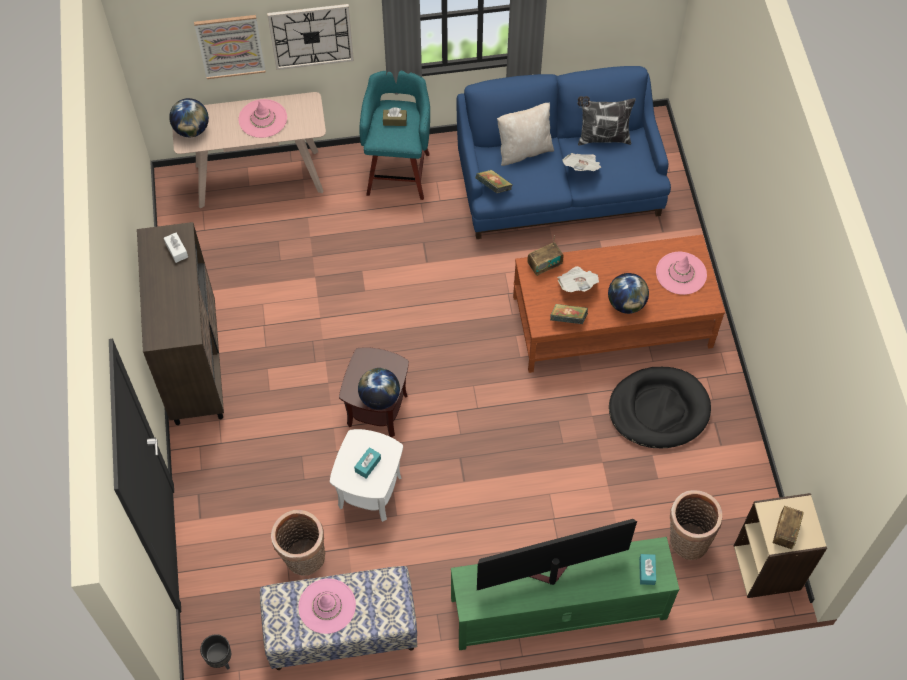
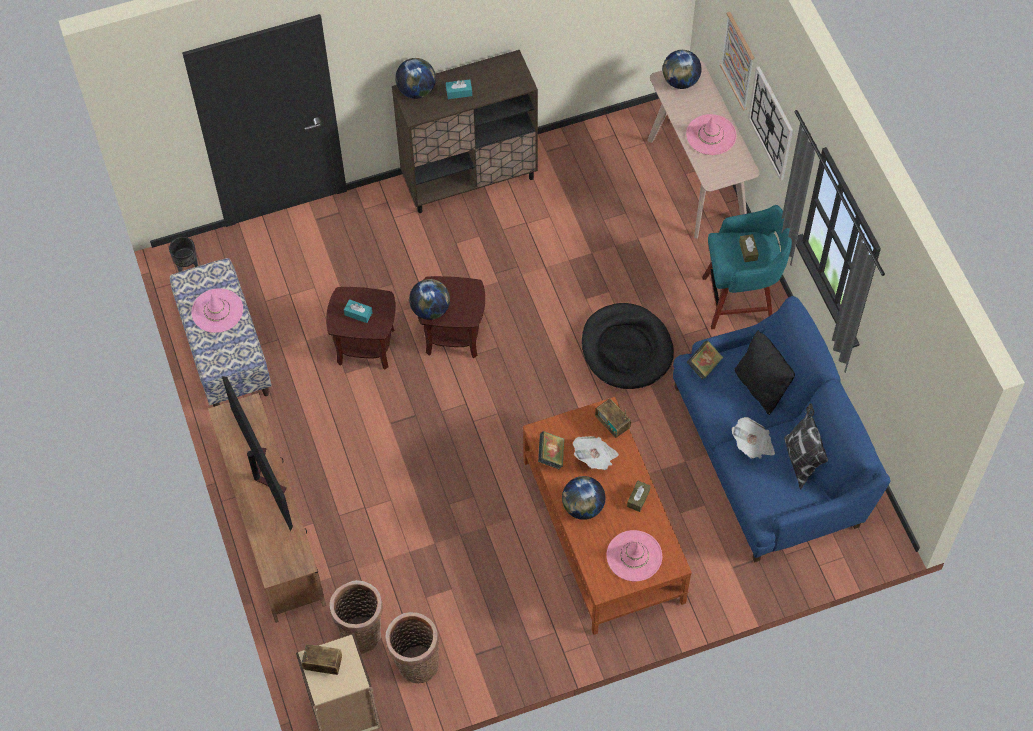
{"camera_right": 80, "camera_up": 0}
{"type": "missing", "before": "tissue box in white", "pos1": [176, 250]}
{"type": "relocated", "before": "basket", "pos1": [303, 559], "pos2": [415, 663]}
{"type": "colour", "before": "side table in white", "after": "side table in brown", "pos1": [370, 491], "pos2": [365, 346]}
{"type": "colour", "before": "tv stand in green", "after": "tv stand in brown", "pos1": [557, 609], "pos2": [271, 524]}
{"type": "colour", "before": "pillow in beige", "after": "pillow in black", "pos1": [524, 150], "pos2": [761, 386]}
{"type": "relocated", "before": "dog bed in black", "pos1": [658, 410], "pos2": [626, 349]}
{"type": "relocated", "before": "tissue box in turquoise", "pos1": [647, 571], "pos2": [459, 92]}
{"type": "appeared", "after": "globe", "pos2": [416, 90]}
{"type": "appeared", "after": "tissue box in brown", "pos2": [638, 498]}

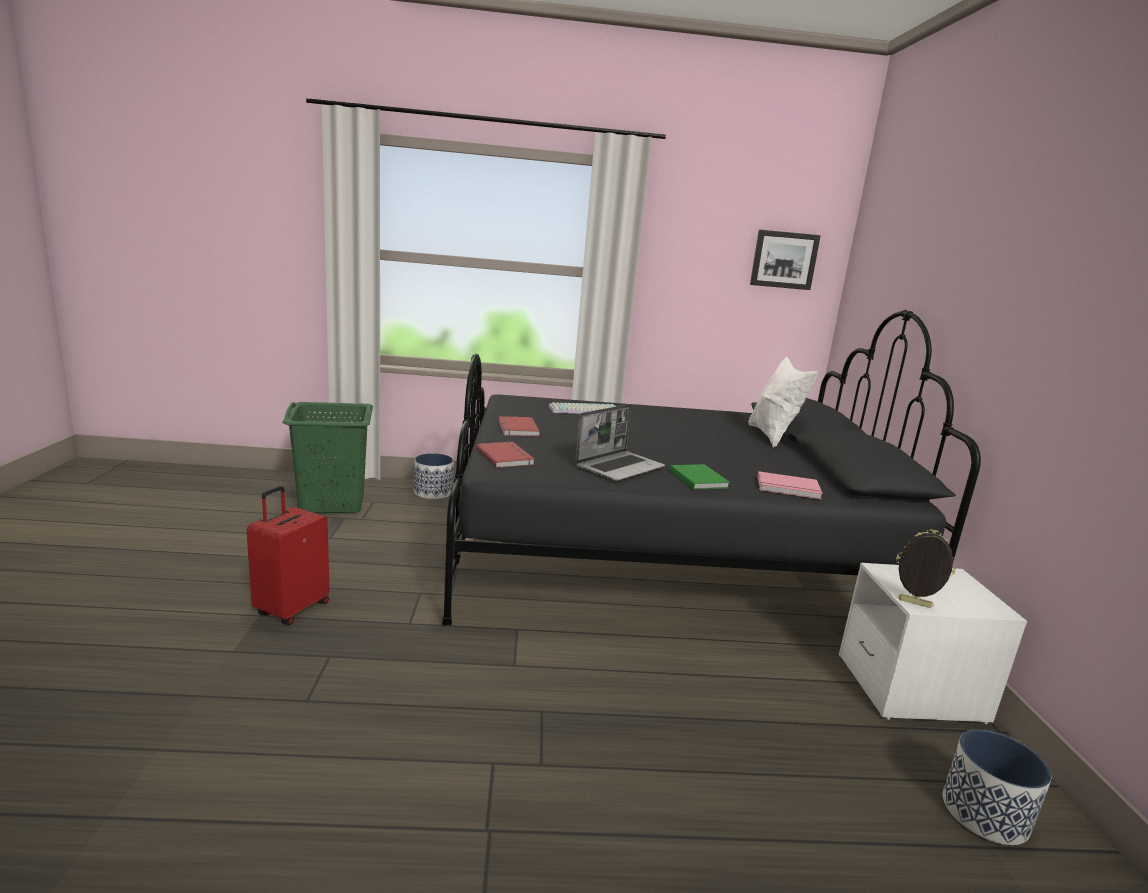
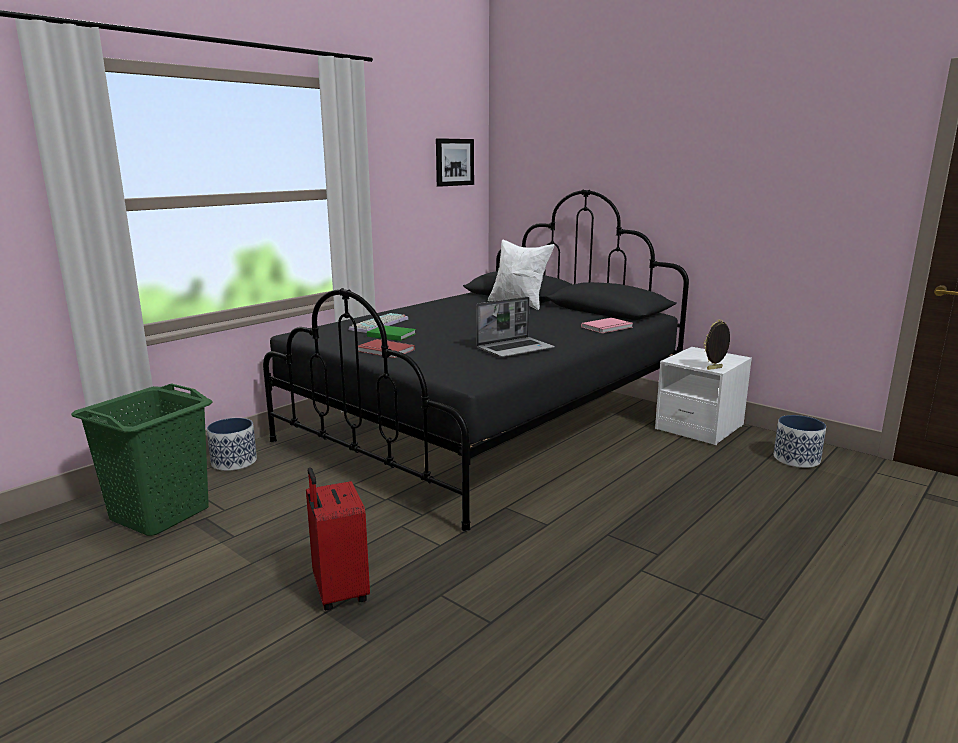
{"camera_right": -45, "camera_up": 0}
{"type": "missing", "before": "book in red", "pos1": [506, 457]}
{"type": "spun", "before": "laptop", "pos1": [620, 467], "pos2": [515, 349], "turn": 60}
{"type": "relocated", "before": "book in green", "pos1": [698, 479], "pos2": [391, 335]}

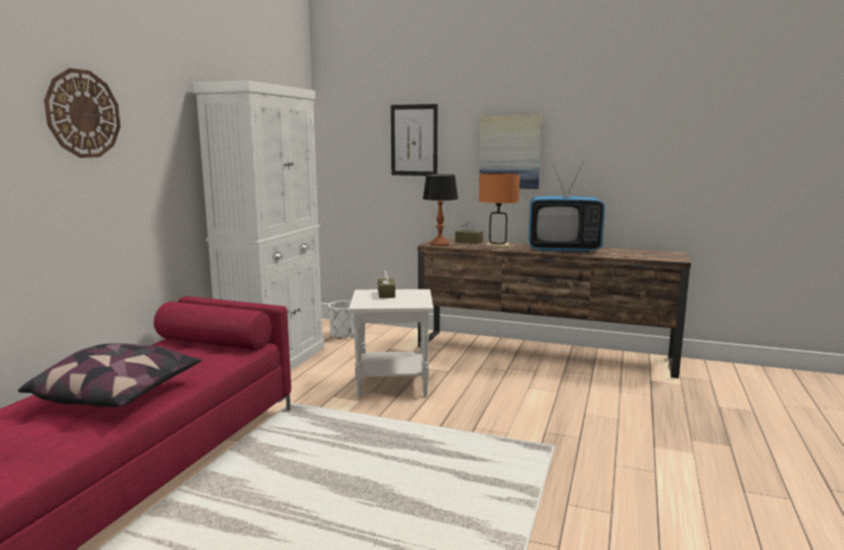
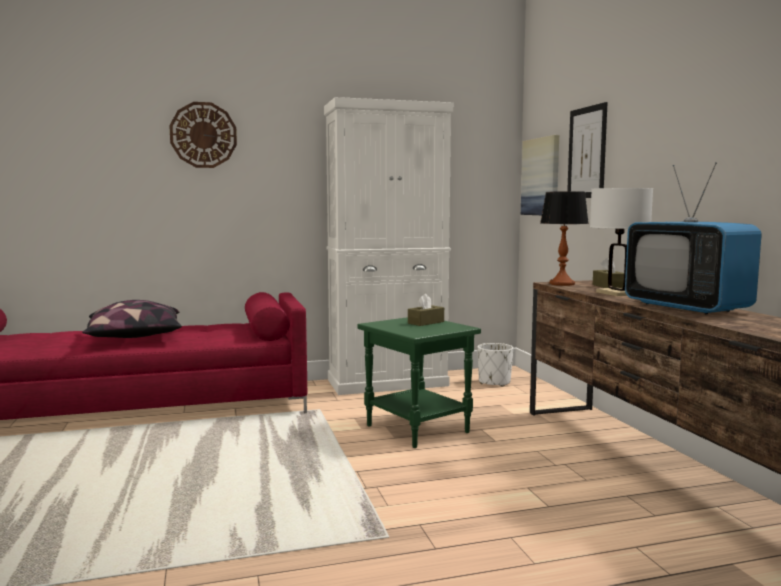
{"camera_right": 55, "camera_up": -5}
{"type": "colour", "before": "side table in white", "after": "side table in green", "pos1": [393, 384], "pos2": [419, 429]}
{"type": "relocated", "before": "picture", "pos1": [510, 152], "pos2": [541, 177]}
{"type": "colour", "before": "table lamp in orange", "after": "table lamp in white", "pos1": [497, 246], "pos2": [617, 293]}

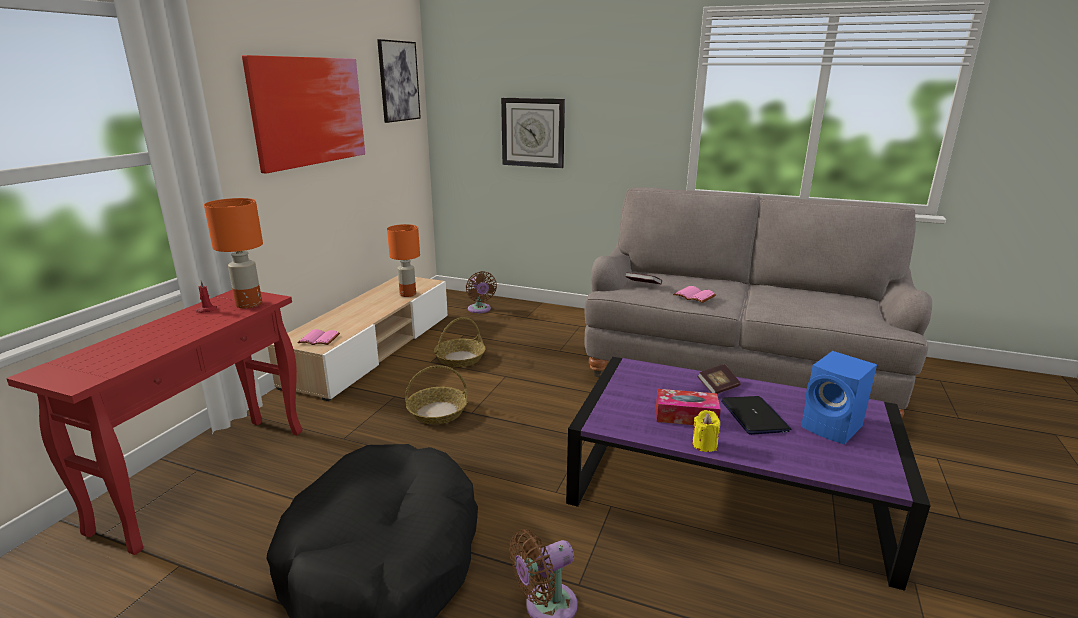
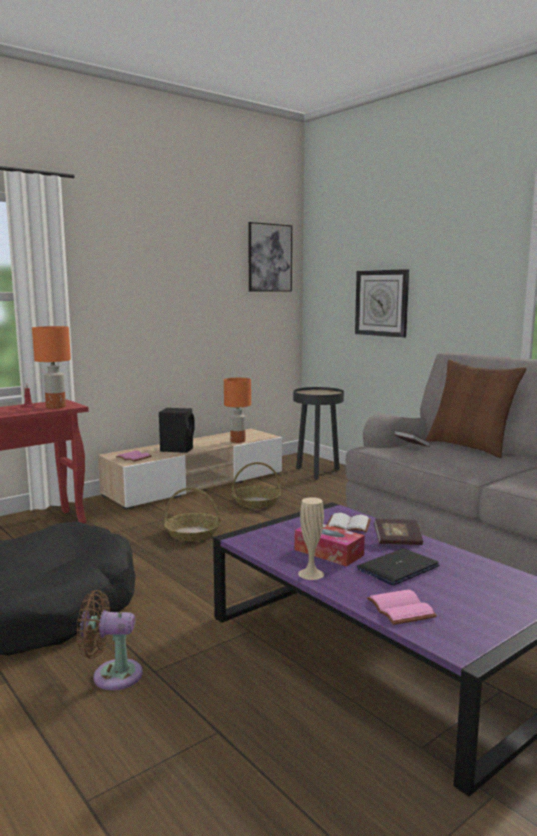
{"camera_right": 30, "camera_up": -10}
{"type": "missing", "before": "picture", "pos1": [309, 111]}
{"type": "exchanged", "before": "fan in brown", "after": "side table in black", "pos1": [480, 310], "pos2": [317, 472]}
{"type": "relocated", "before": "book in pink", "pos1": [693, 296], "pos2": [398, 609]}
{"type": "exchanged", "before": "candle in yellow", "after": "vase in beige", "pos1": [704, 445], "pos2": [311, 574]}
{"type": "spun", "before": "laptop", "pos1": [754, 416], "pos2": [398, 568], "turn": -150}
{"type": "missing", "before": "speaker in blue", "pos1": [833, 428]}
{"type": "appeared", "after": "speaker in black", "pos2": [177, 449]}
{"type": "appeared", "after": "book in white", "pos2": [347, 525]}
{"type": "appeared", "after": "pillow in brown", "pos2": [469, 447]}

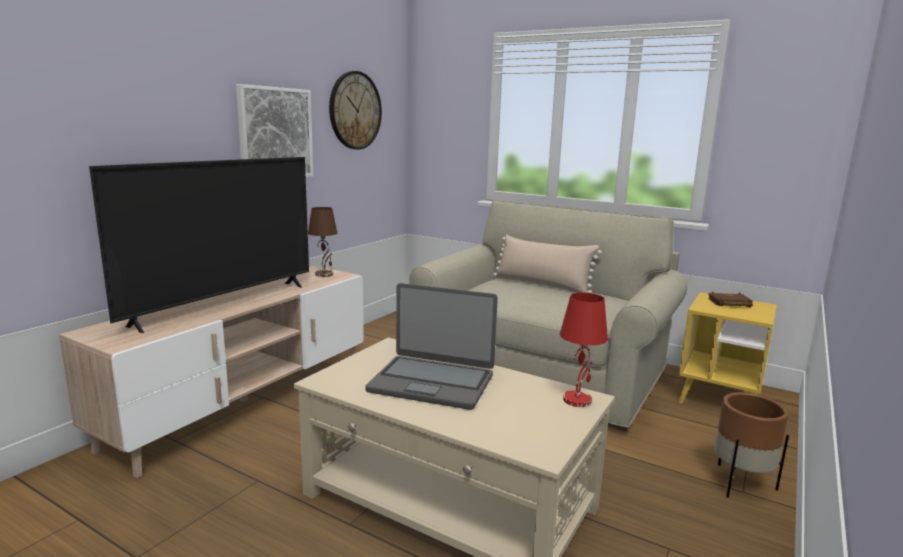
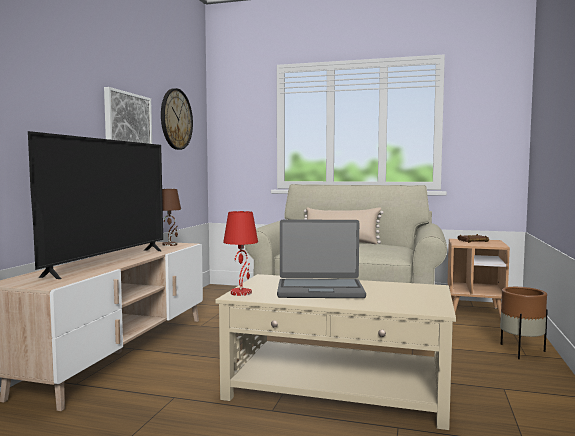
{"camera_right": -15, "camera_up": -10}
{"type": "relocated", "before": "table lamp in red", "pos1": [577, 400], "pos2": [241, 293]}
{"type": "colour", "before": "side table in yellow", "after": "side table in brown", "pos1": [718, 399], "pos2": [474, 312]}

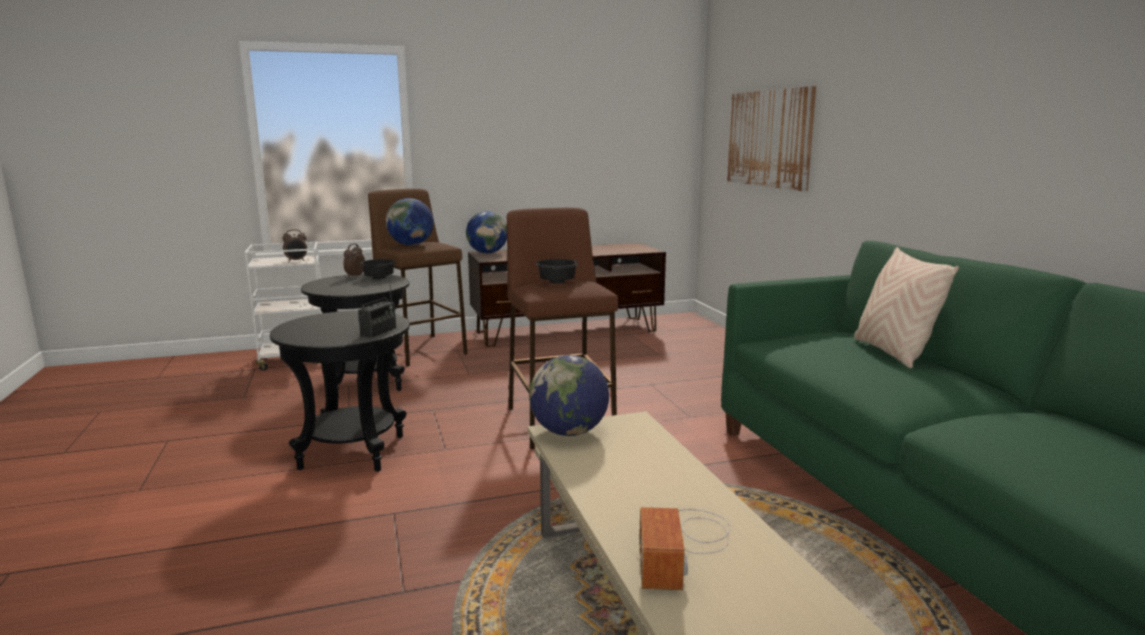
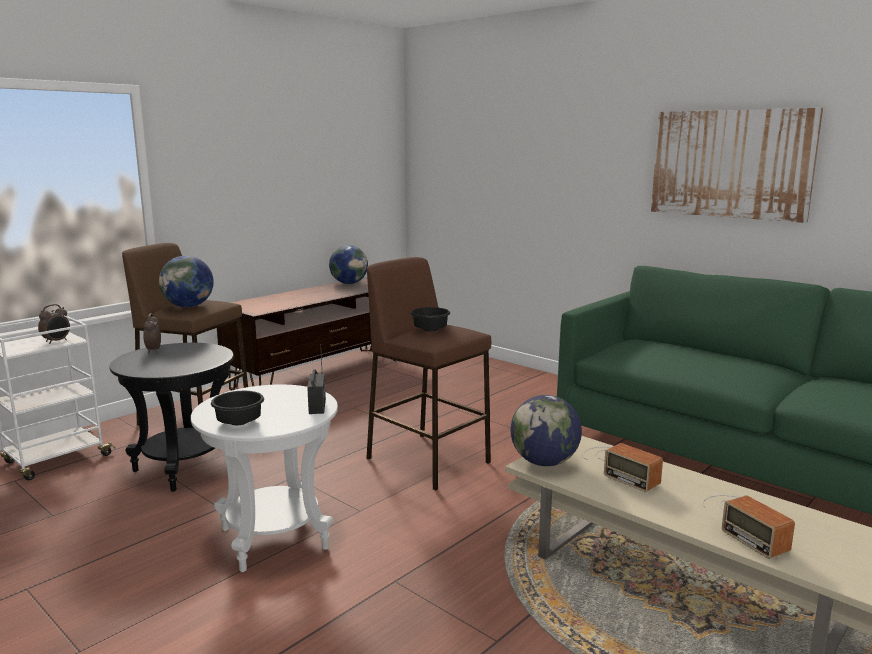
{"camera_right": -30, "camera_up": 0}
{"type": "colour", "before": "side table in black", "after": "side table in white", "pos1": [352, 452], "pos2": [274, 539]}
{"type": "relocated", "before": "bowl in black", "pos1": [380, 278], "pos2": [240, 422]}
{"type": "relocated", "before": "globe", "pos1": [487, 253], "pos2": [349, 283]}
{"type": "relocated", "before": "picture", "pos1": [769, 138], "pos2": [730, 164]}
{"type": "missing", "before": "pillow in beige", "pos1": [893, 353]}
{"type": "appeared", "after": "radio", "pos2": [619, 466]}

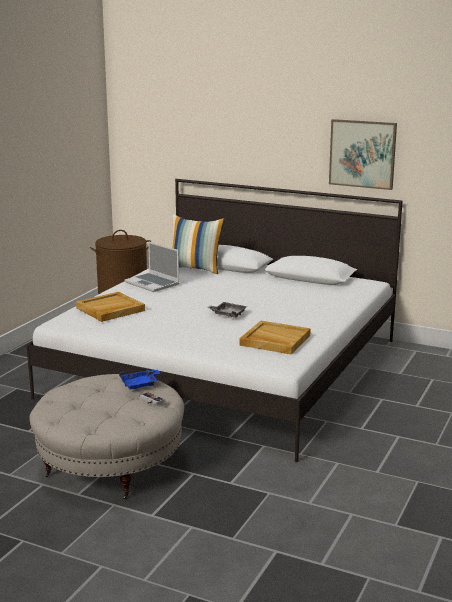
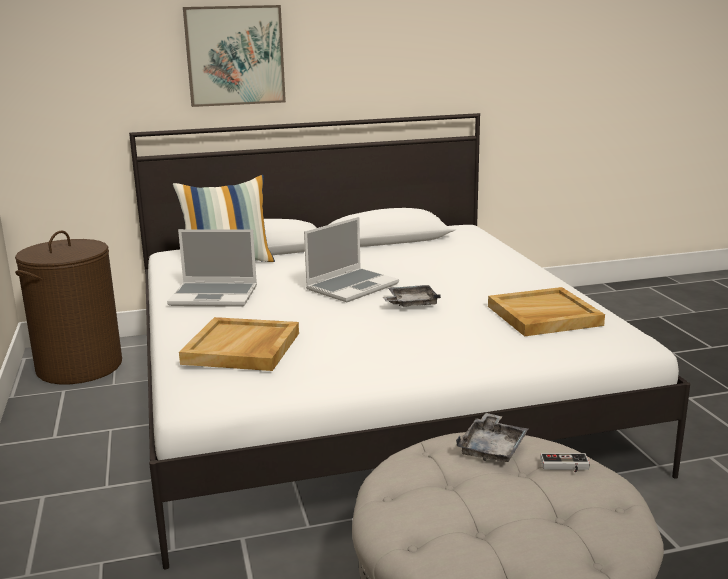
{"camera_right": -40, "camera_up": 0}
{"type": "colour", "before": "tray in blue", "after": "tray in grey", "pos1": [140, 384], "pos2": [492, 448]}
{"type": "relocated", "before": "picture", "pos1": [362, 154], "pos2": [235, 55]}
{"type": "appeared", "after": "laptop", "pos2": [352, 286]}

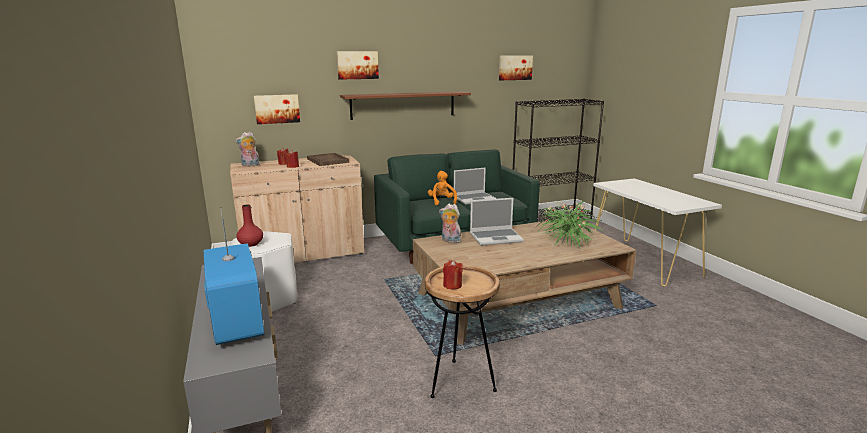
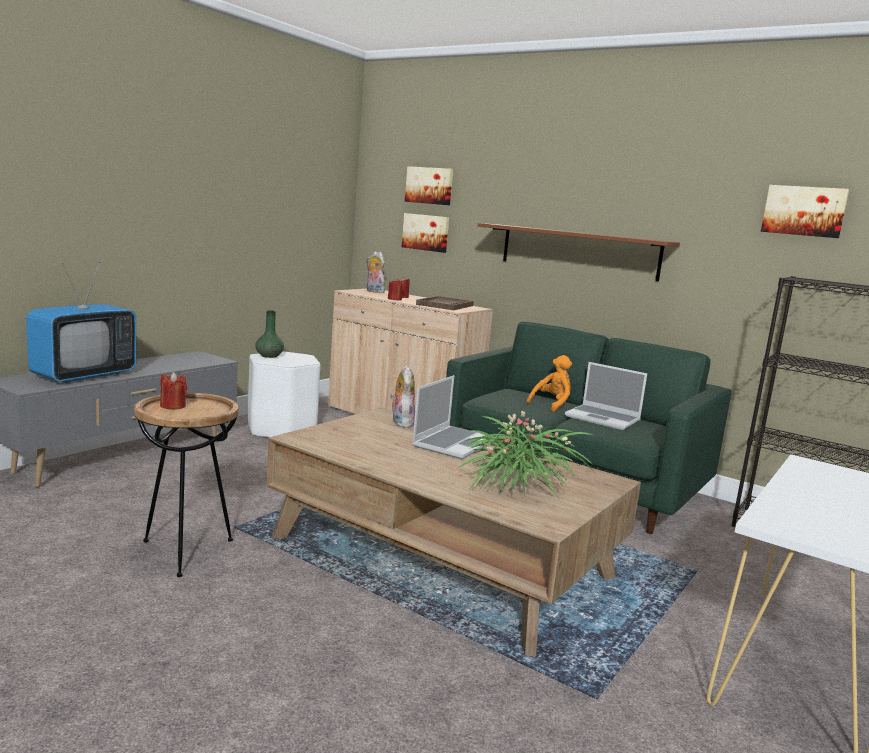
{"camera_right": 55, "camera_up": -5}
{"type": "colour", "before": "vase in red", "after": "vase in green", "pos1": [250, 244], "pos2": [269, 356]}
{"type": "relocated", "before": "picture", "pos1": [357, 65], "pos2": [429, 185]}
{"type": "spun", "before": "laptop", "pos1": [496, 237], "pos2": [453, 443], "turn": -105}

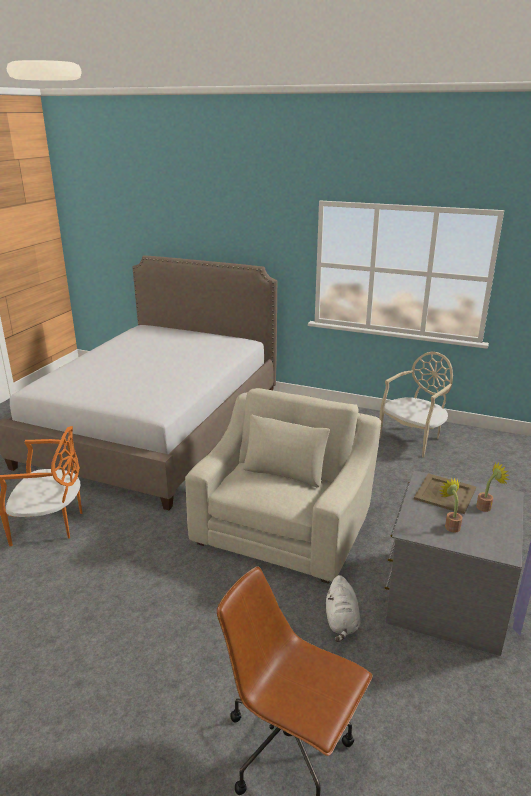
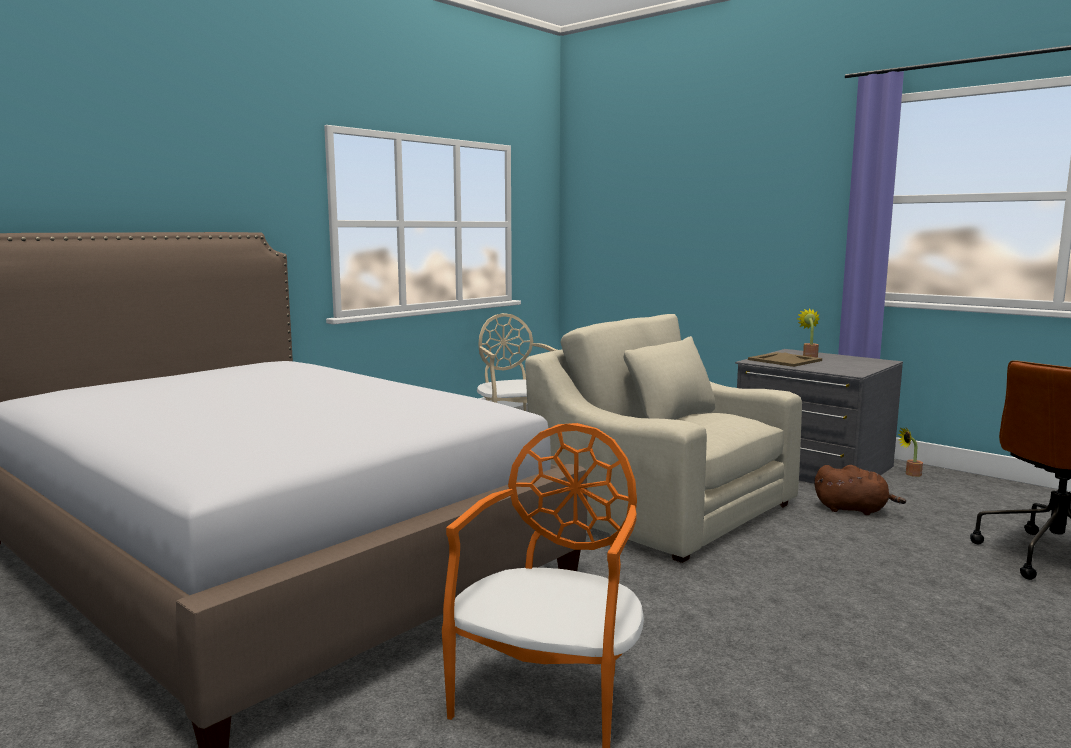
{"camera_right": -70, "camera_up": -15}
{"type": "colour", "before": "plush toy in white", "after": "plush toy in brown", "pos1": [341, 622], "pos2": [854, 509]}
{"type": "relocated", "before": "potted plant", "pos1": [450, 525], "pos2": [910, 474]}

